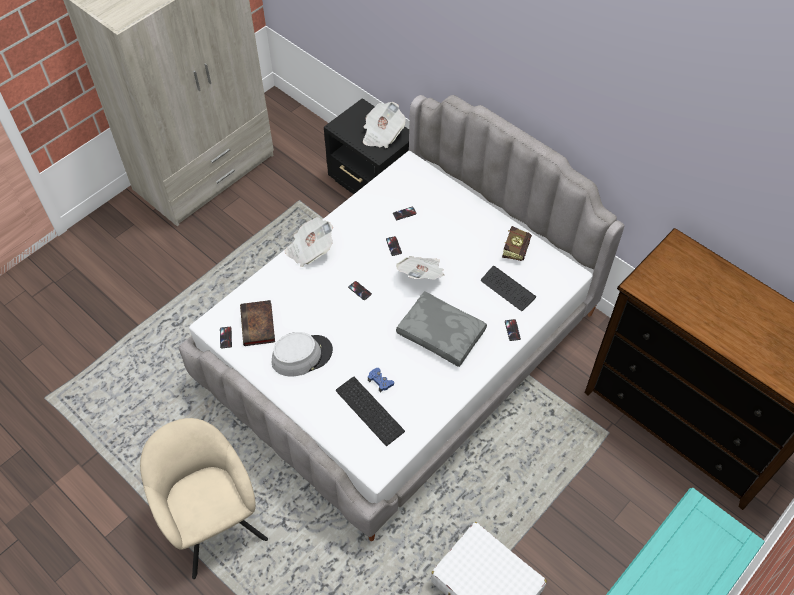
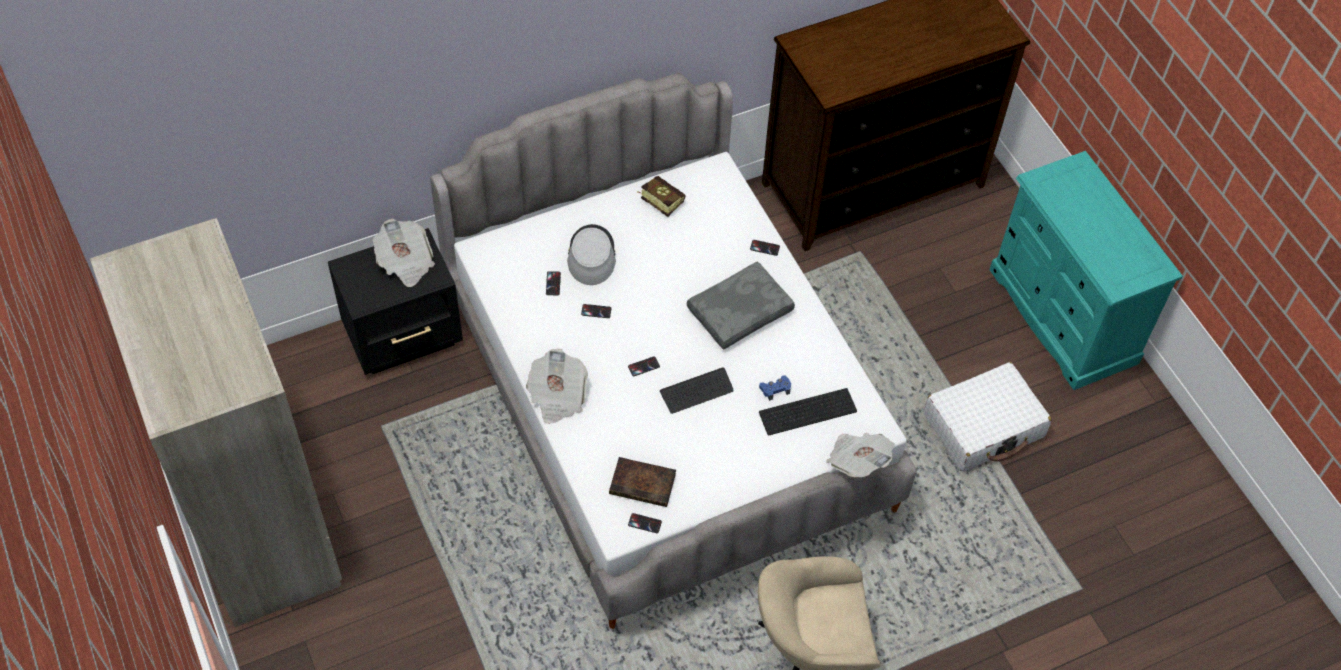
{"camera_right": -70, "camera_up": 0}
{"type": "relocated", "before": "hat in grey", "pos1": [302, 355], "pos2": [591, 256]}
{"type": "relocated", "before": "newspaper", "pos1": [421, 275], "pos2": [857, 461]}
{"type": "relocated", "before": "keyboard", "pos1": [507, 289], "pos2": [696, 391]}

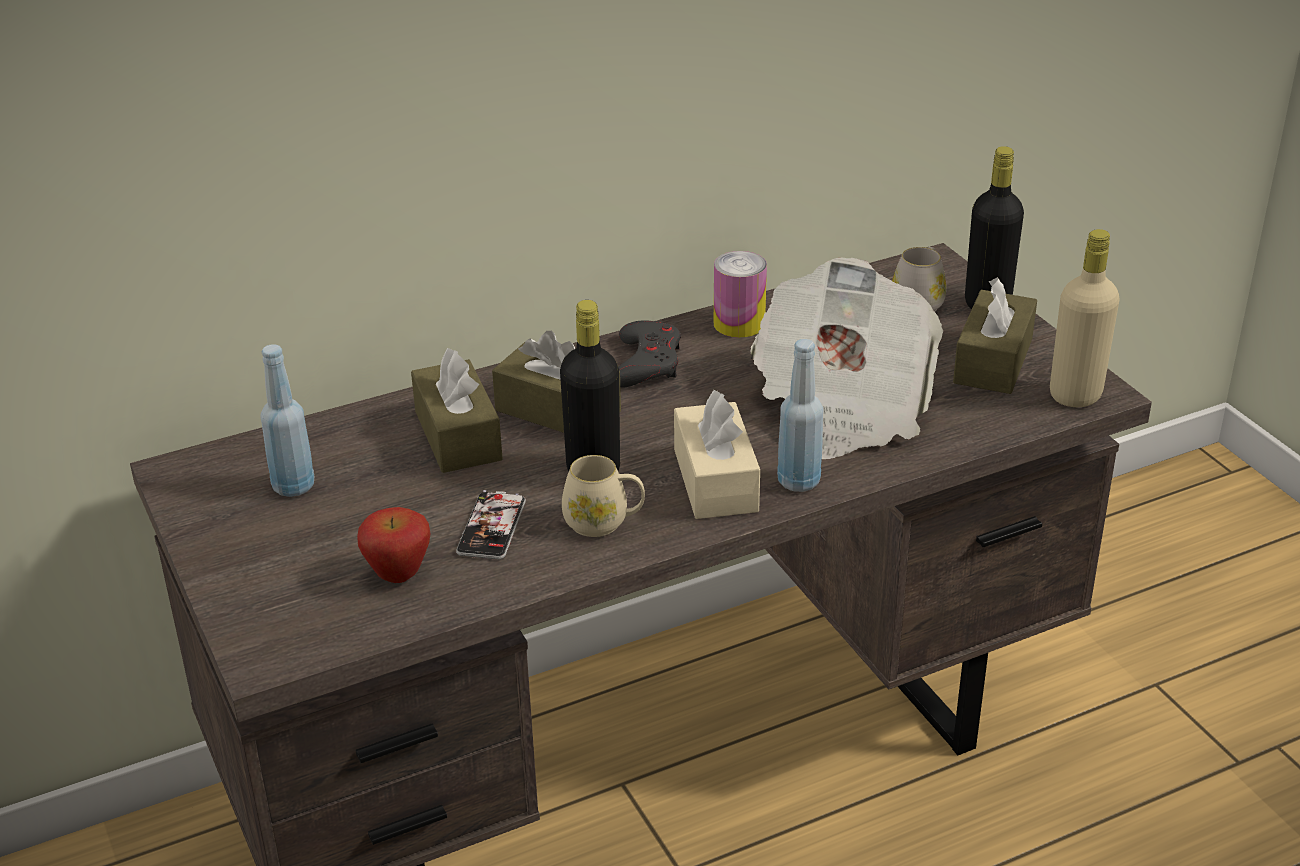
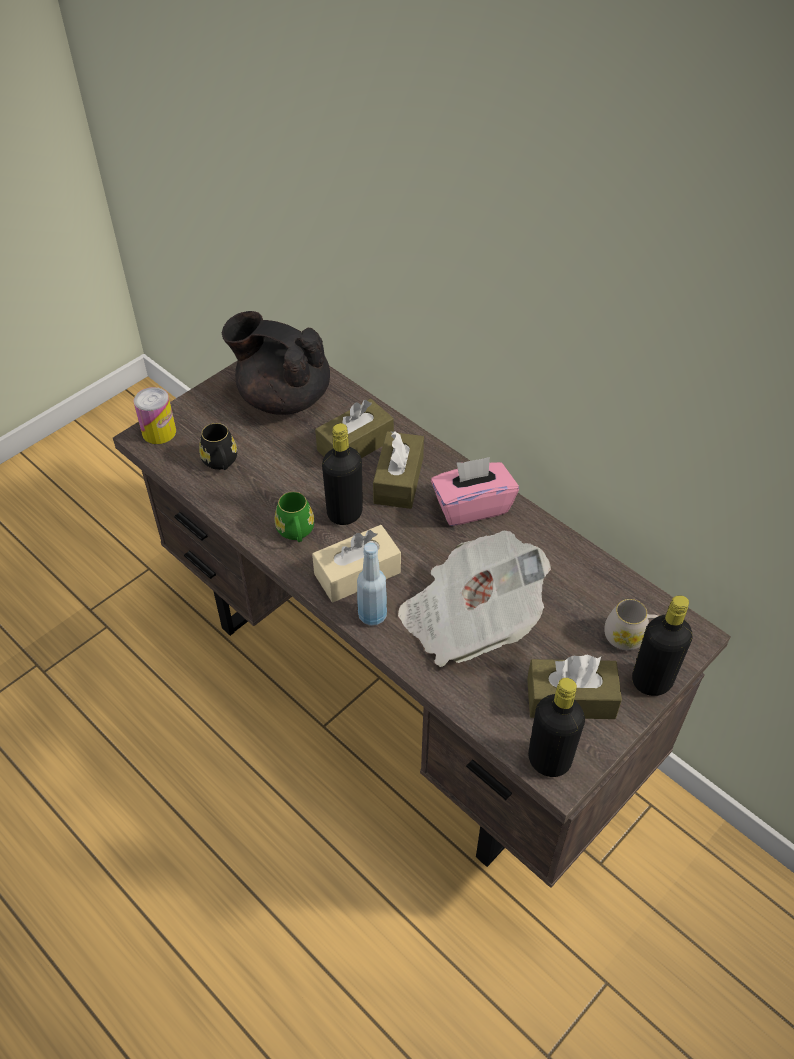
{"camera_right": 70, "camera_up": 15}
{"type": "exchanged", "before": "bottle in blue", "after": "teapot in black", "pos1": [293, 486], "pos2": [283, 397]}
{"type": "exchanged", "before": "apple", "after": "mug in black", "pos1": [398, 575], "pos2": [221, 463]}
{"type": "missing", "before": "phone", "pos1": [491, 527]}
{"type": "colour", "before": "mug in beige", "after": "mug in green", "pos1": [604, 522], "pos2": [296, 532]}
{"type": "exchanged", "before": "game controller in grey", "after": "tissue box in pink", "pos1": [647, 362], "pos2": [472, 506]}
{"type": "relocated", "before": "can", "pos1": [739, 323], "pos2": [159, 432]}
{"type": "colour", "before": "bottle in beige", "after": "bottle in black", "pos1": [1075, 395], "pos2": [549, 760]}

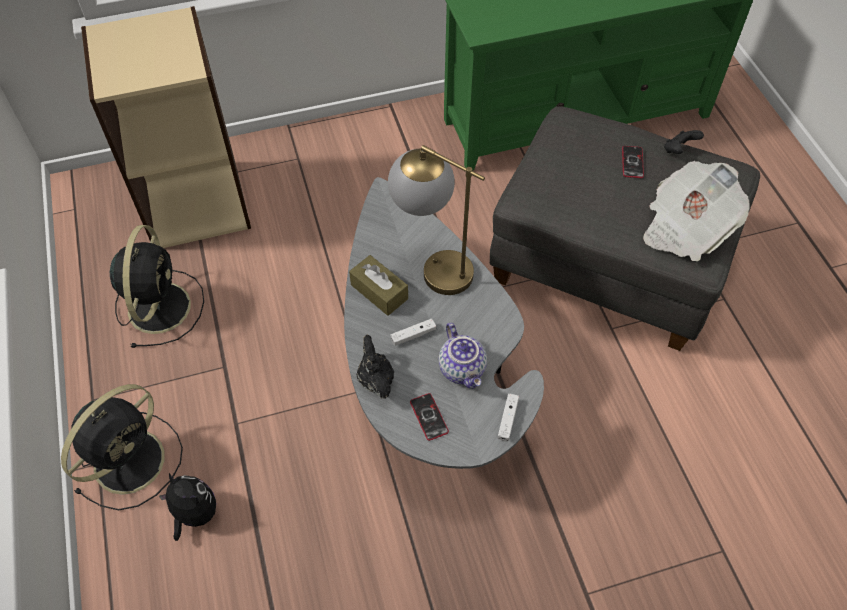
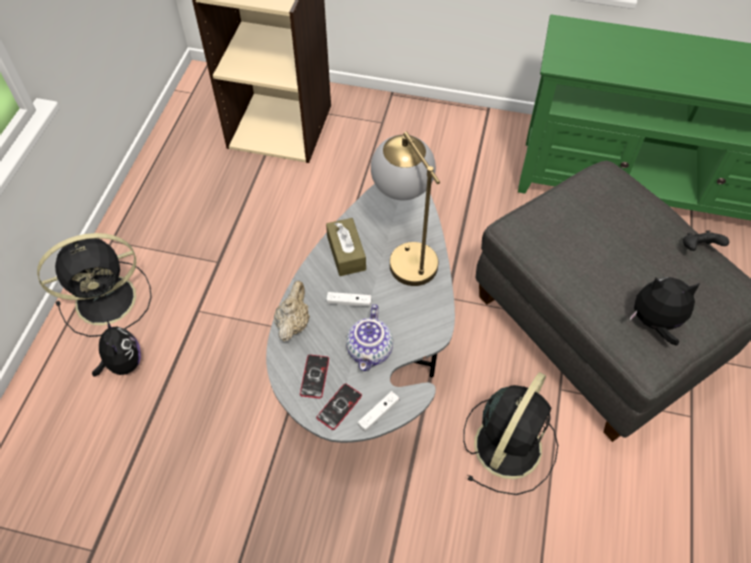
{"camera_right": 30, "camera_up": 0}
{"type": "relocated", "before": "fan in black", "pos1": [160, 305], "pos2": [509, 443]}
{"type": "colour", "before": "teapot in black", "after": "teapot in beige", "pos1": [375, 379], "pos2": [293, 323]}
{"type": "relocated", "before": "phone", "pos1": [632, 162], "pos2": [339, 407]}
{"type": "exchanged", "before": "newspaper", "after": "plush toy", "pos1": [686, 227], "pos2": [654, 323]}

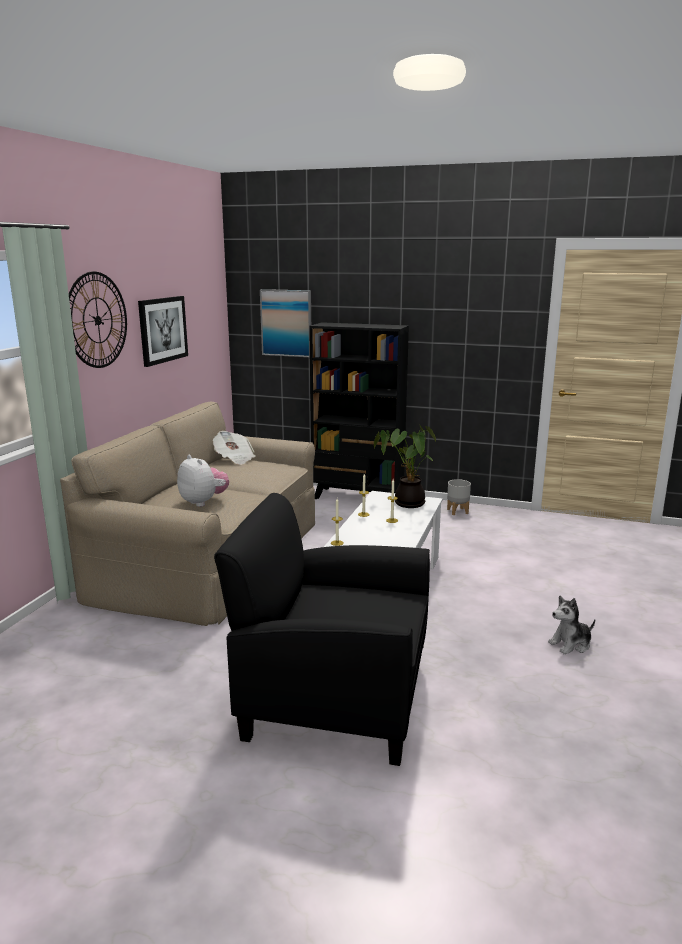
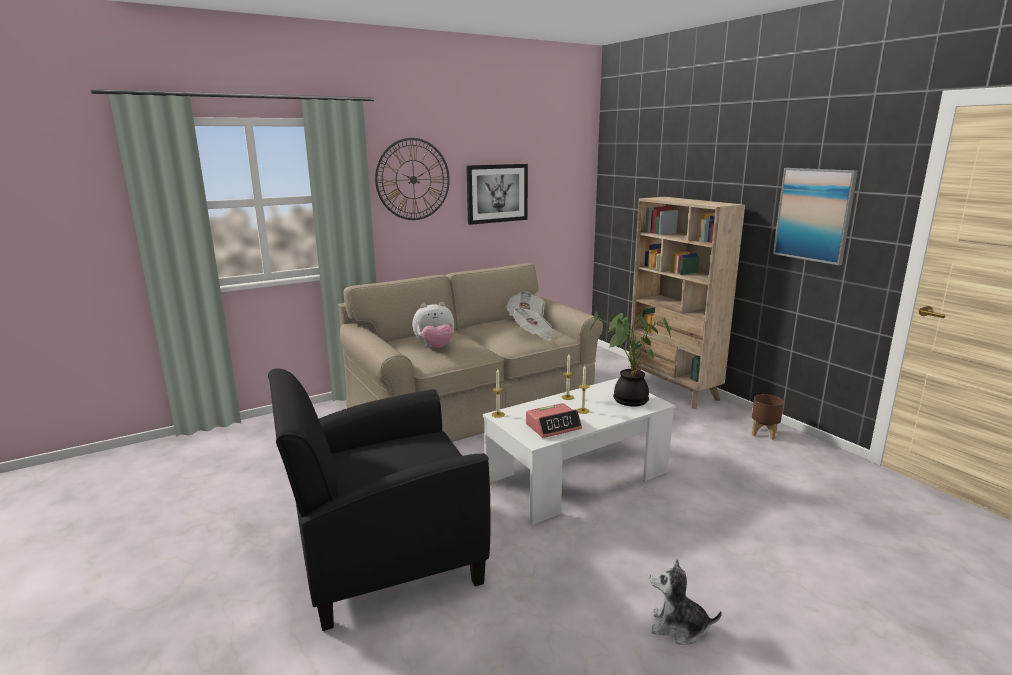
{"camera_right": 40, "camera_up": 0}
{"type": "spun", "before": "plush toy", "pos1": [203, 502], "pos2": [435, 347], "turn": 75}
{"type": "spun", "before": "armchair in black", "pos1": [333, 699], "pos2": [385, 555], "turn": -75}
{"type": "relocated", "before": "picture", "pos1": [286, 323], "pos2": [814, 215]}
{"type": "colour", "before": "bookcase in black", "after": "bookcase in beige", "pos1": [358, 498], "pos2": [672, 389]}
{"type": "colour", "before": "planter in grey", "after": "planter in brown", "pos1": [457, 511], "pos2": [764, 433]}
{"type": "appeared", "after": "newspaper", "pos2": [534, 335]}
{"type": "appeared", "after": "alarm clock", "pos2": [553, 426]}

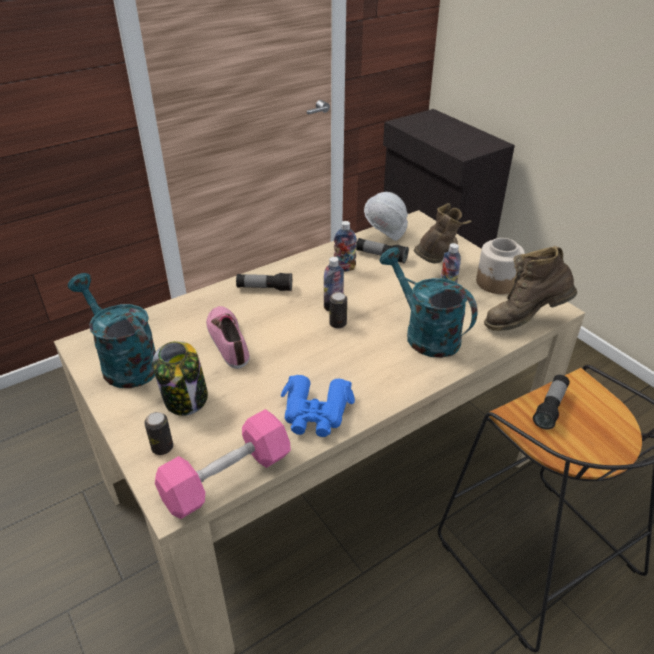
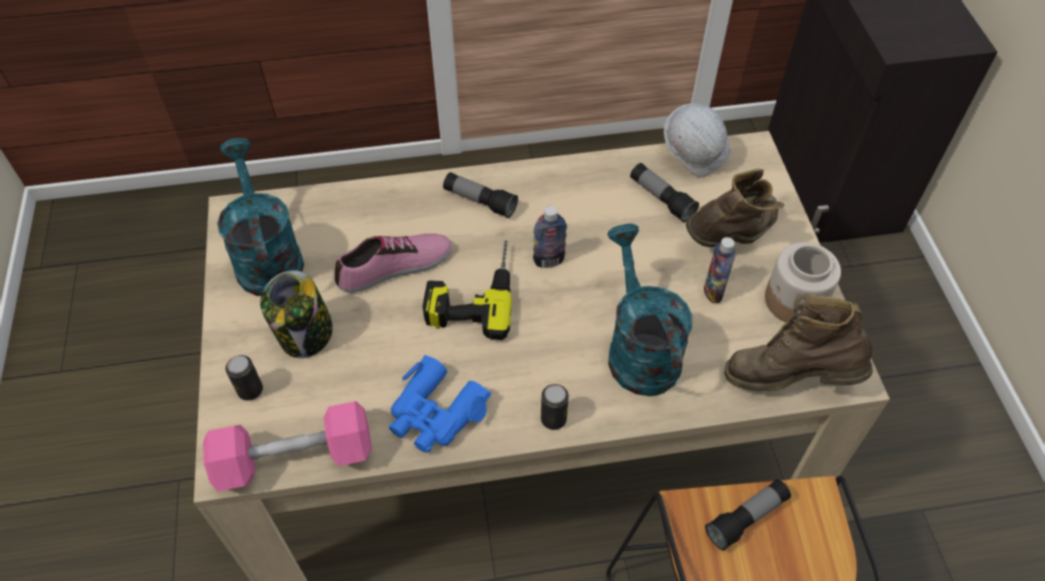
{"camera_right": 25, "camera_up": 15}
{"type": "spun", "before": "shoe", "pos1": [229, 340], "pos2": [395, 268], "turn": 60}
{"type": "relocated", "before": "can", "pos1": [338, 324], "pos2": [553, 419]}
{"type": "missing", "before": "bottle", "pos1": [344, 268]}
{"type": "appeared", "after": "power drill", "pos2": [471, 291]}

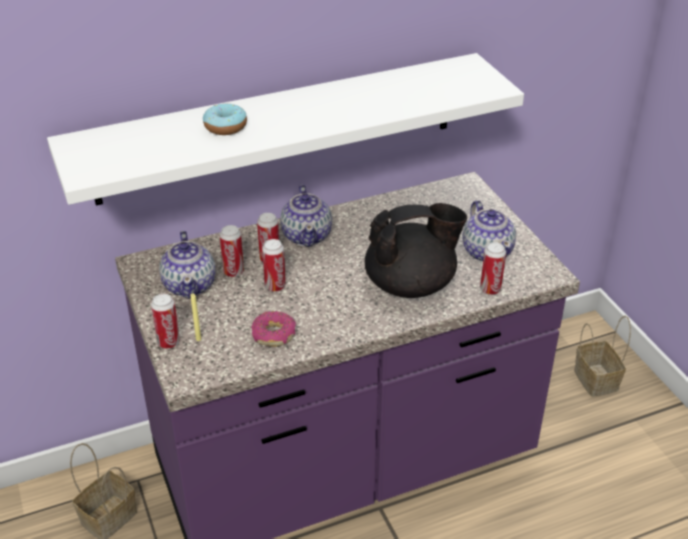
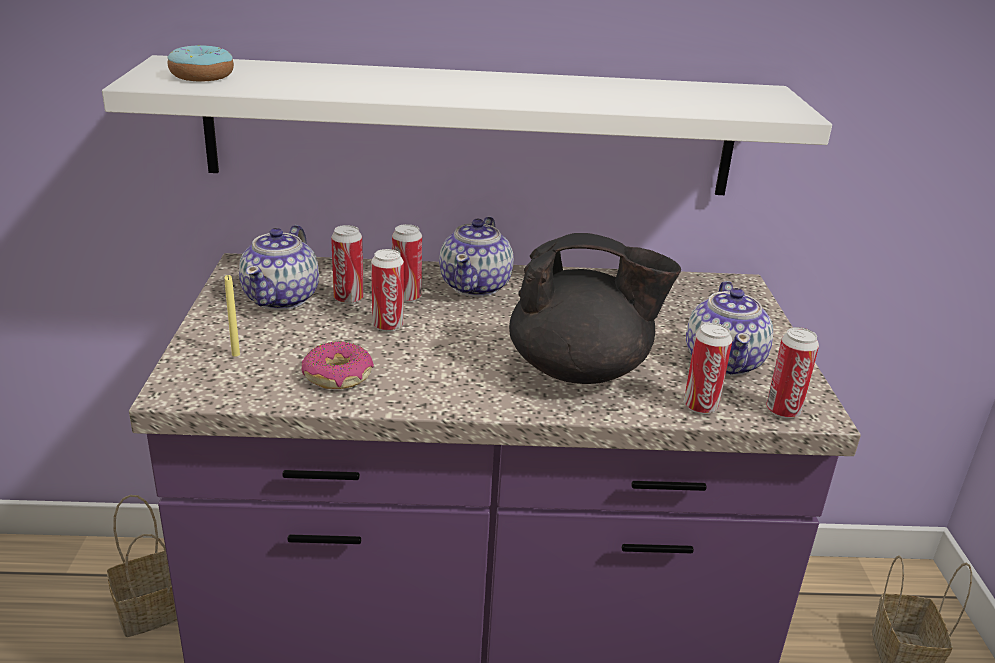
{"camera_right": 20, "camera_up": -10}
{"type": "relocated", "before": "can", "pos1": [168, 342], "pos2": [783, 411]}
{"type": "relocated", "before": "donut", "pos1": [225, 127], "pos2": [202, 76]}

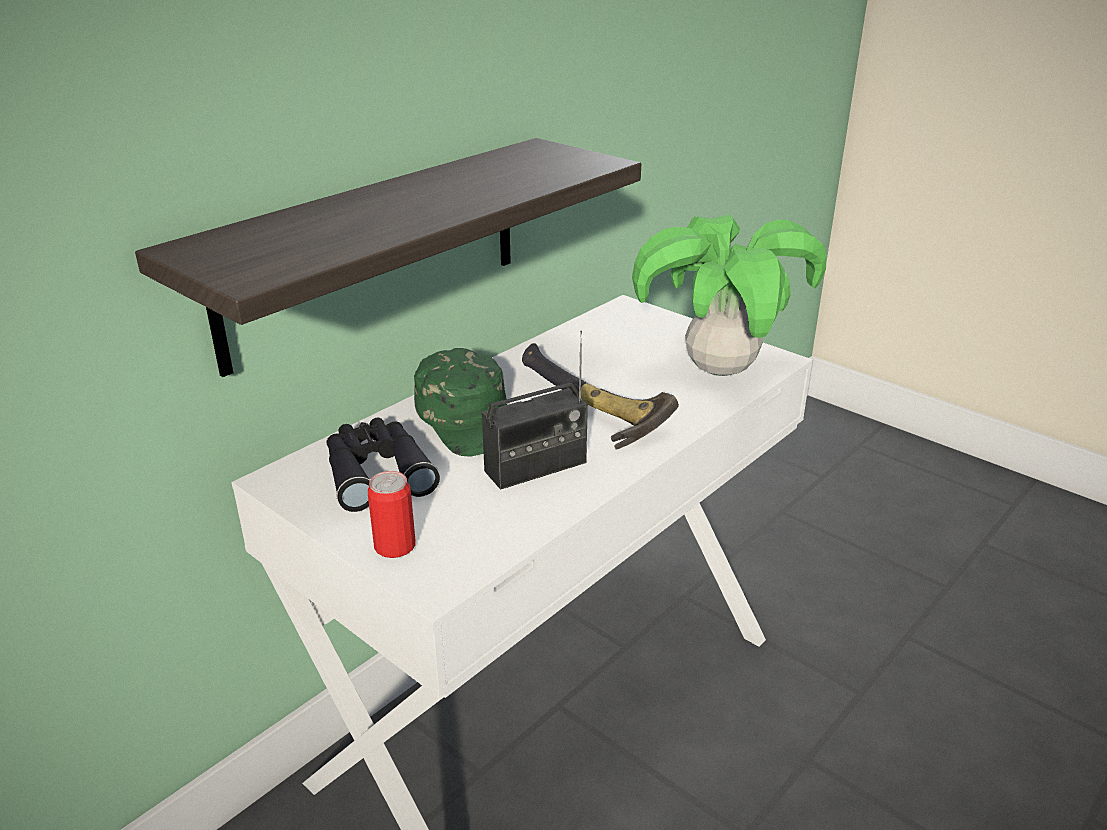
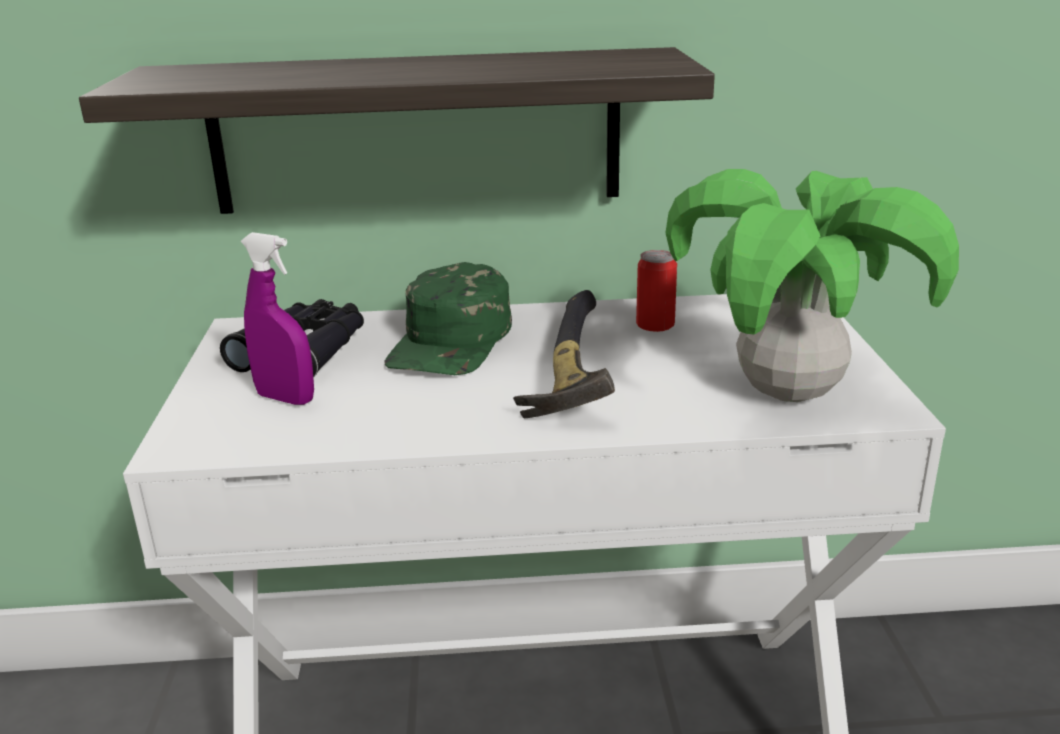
{"camera_right": 45, "camera_up": -5}
{"type": "relocated", "before": "can", "pos1": [395, 546], "pos2": [655, 324]}
{"type": "missing", "before": "radio", "pos1": [536, 467]}
{"type": "appeared", "after": "spray bottle in purple", "pos2": [286, 398]}

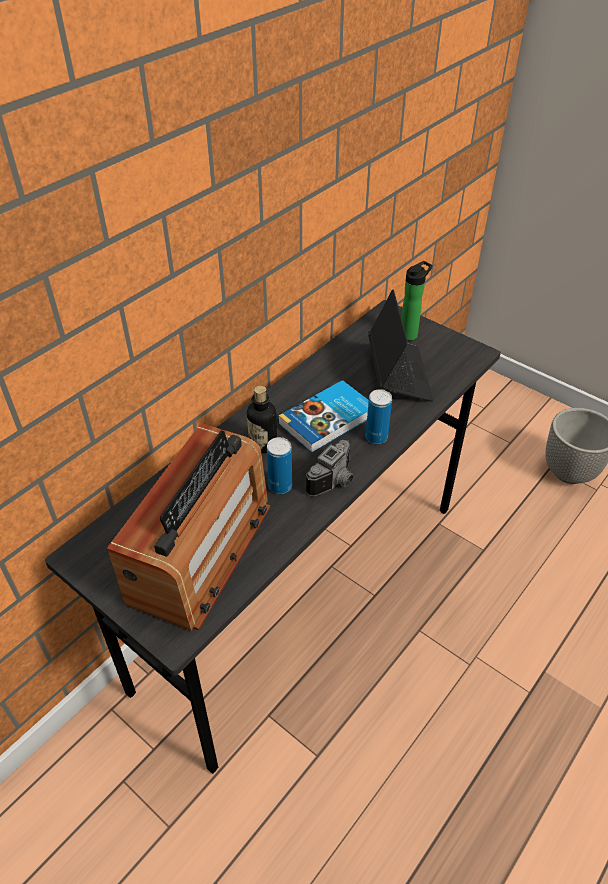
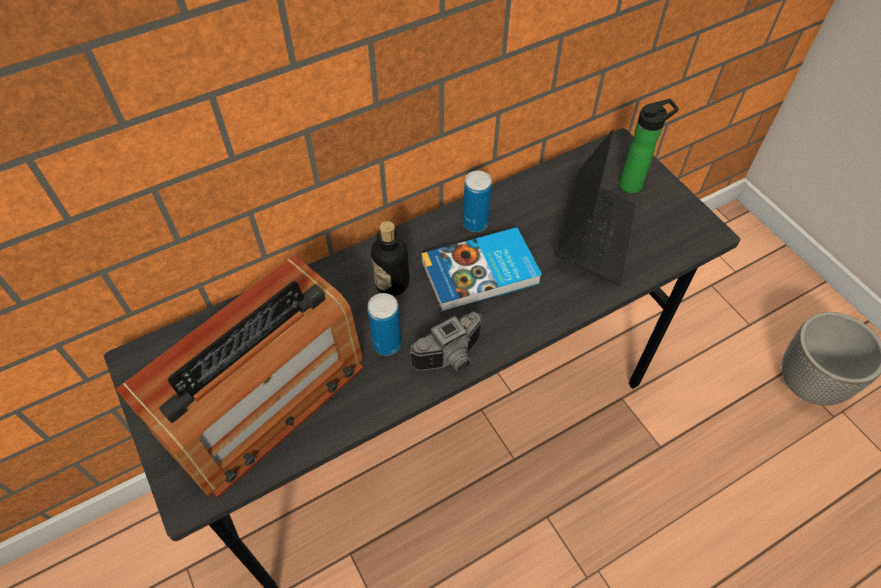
{"camera_right": 20, "camera_up": 10}
{"type": "relocated", "before": "can", "pos1": [376, 437], "pos2": [475, 223]}

